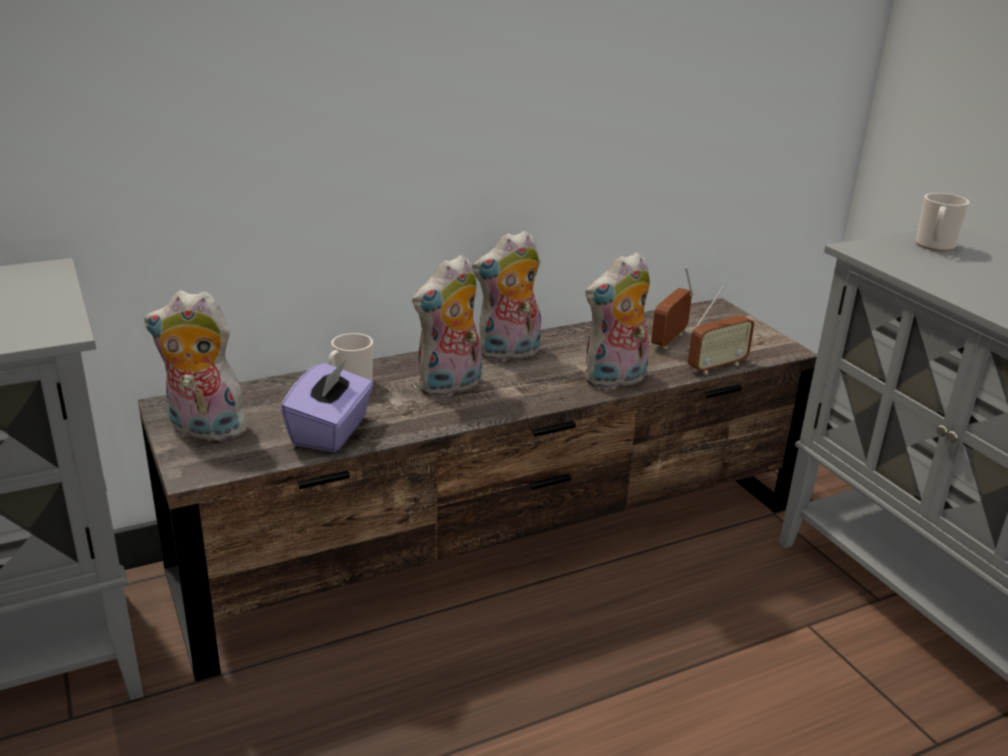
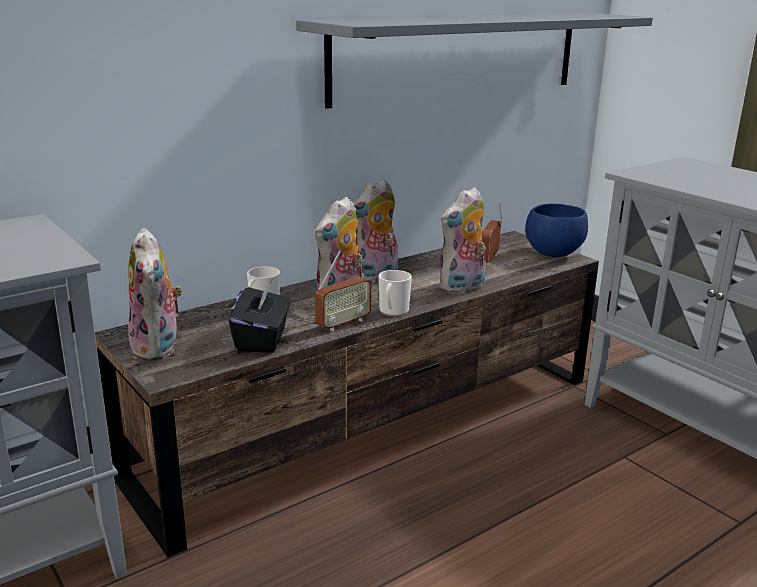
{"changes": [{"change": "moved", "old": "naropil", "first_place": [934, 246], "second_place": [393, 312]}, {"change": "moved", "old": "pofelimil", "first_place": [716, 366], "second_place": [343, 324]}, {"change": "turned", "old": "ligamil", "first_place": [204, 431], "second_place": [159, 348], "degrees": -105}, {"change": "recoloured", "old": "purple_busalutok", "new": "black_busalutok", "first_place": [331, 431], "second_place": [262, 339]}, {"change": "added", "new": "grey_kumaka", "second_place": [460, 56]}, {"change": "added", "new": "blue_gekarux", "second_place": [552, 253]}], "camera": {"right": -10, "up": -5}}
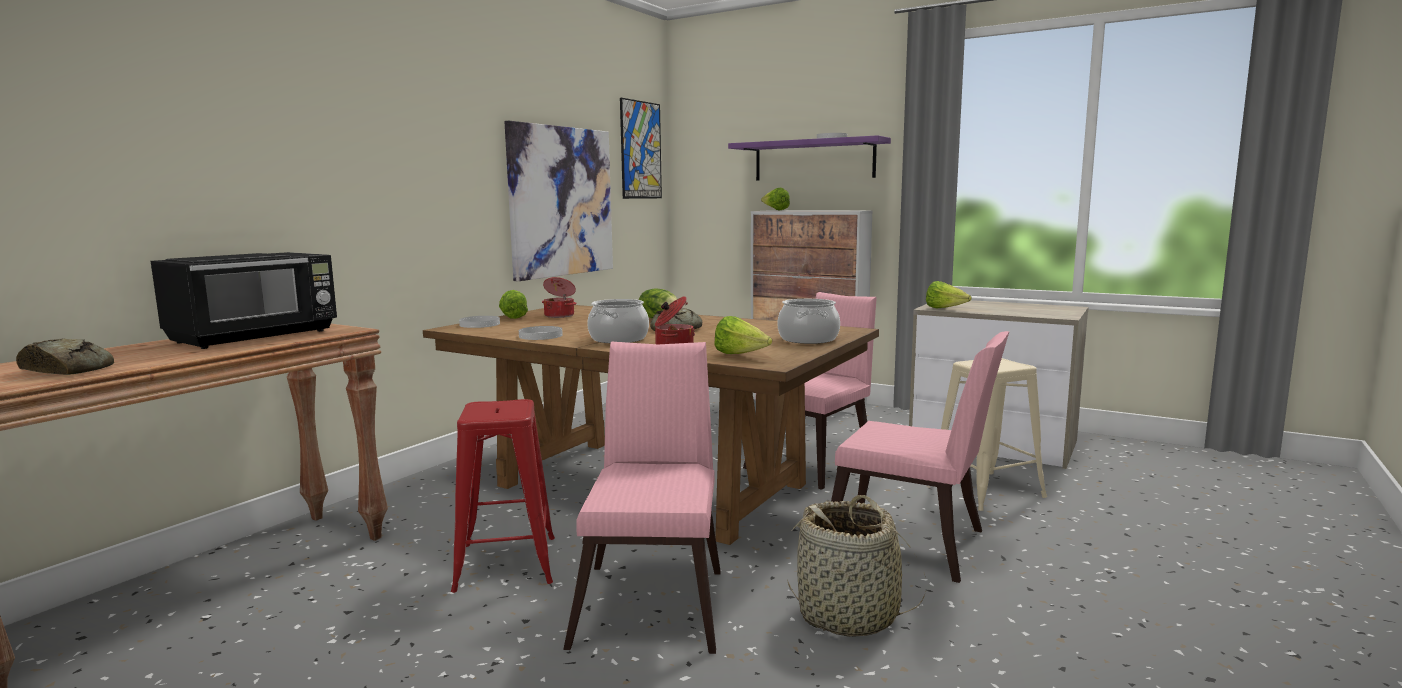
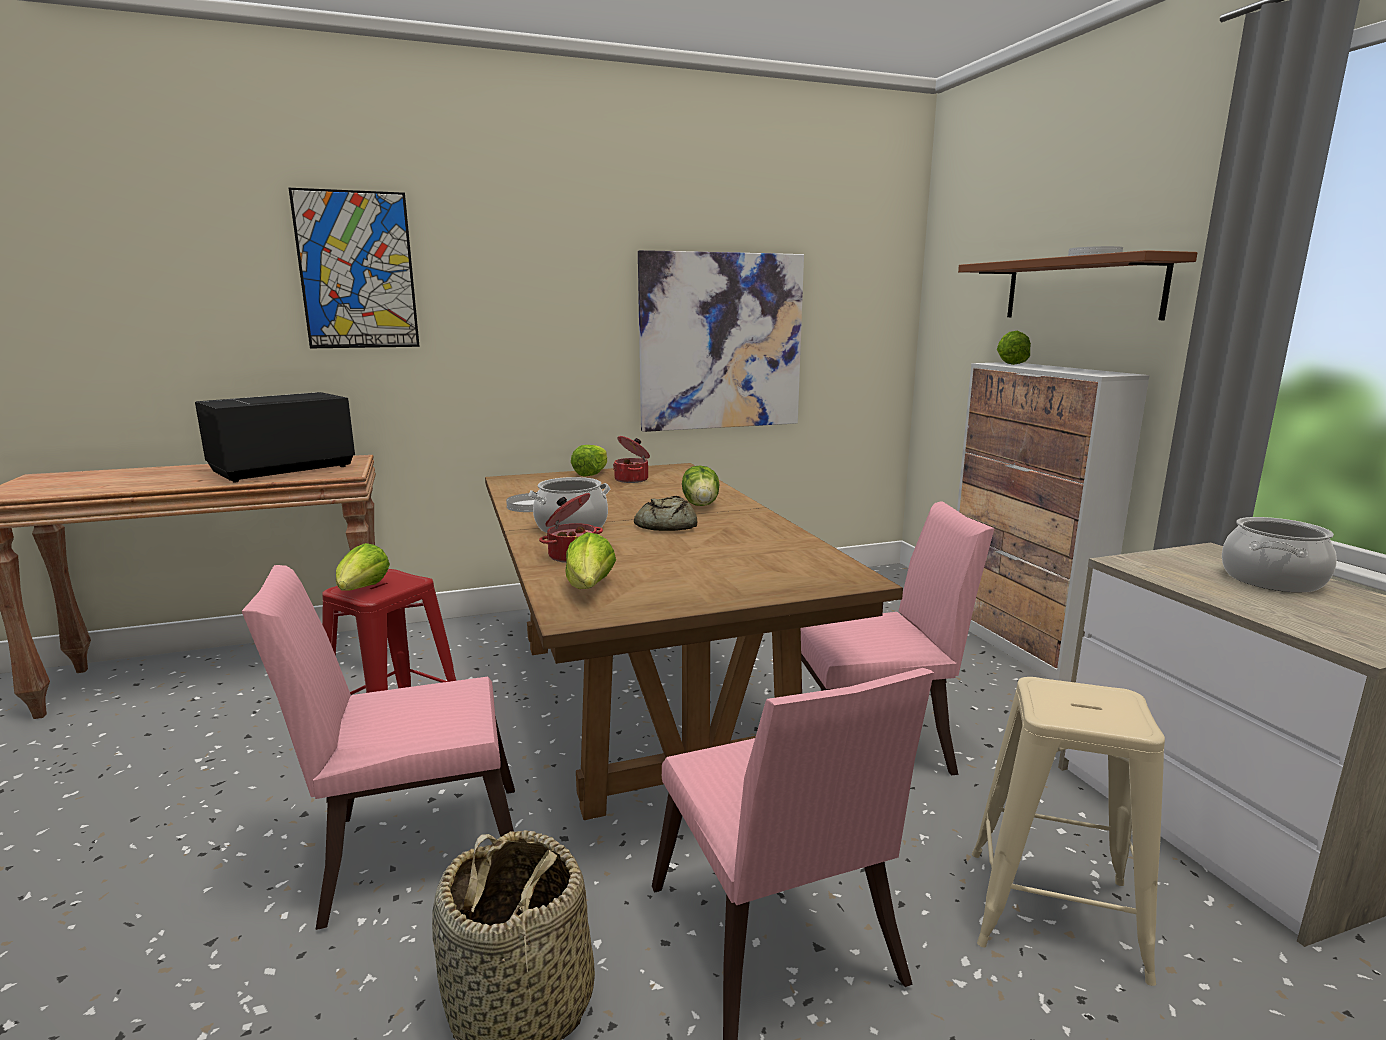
{"changes": [{"change": "moved", "old": "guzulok", "first_place": [641, 150], "second_place": [357, 271]}, {"change": "recoloured", "old": "purple_kumaka", "new": "brown_kumaka", "first_place": [814, 160], "second_place": [1081, 289]}, {"change": "turned", "old": "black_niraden", "first_place": [256, 336], "second_place": [281, 470], "degrees": 150}, {"change": "moved", "old": "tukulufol", "first_place": [945, 309], "second_place": [362, 590]}, {"change": "moved", "old": "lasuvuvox", "first_place": [807, 339], "second_place": [1271, 580]}, {"change": "removed", "old": "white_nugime", "first_place": [480, 324]}, {"change": "removed", "old": "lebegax", "first_place": [68, 369]}, {"change": "turned", "old": "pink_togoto", "first_place": [654, 600], "second_place": [411, 852], "degrees": -150}], "camera": {"right": 40, "up": 5}}
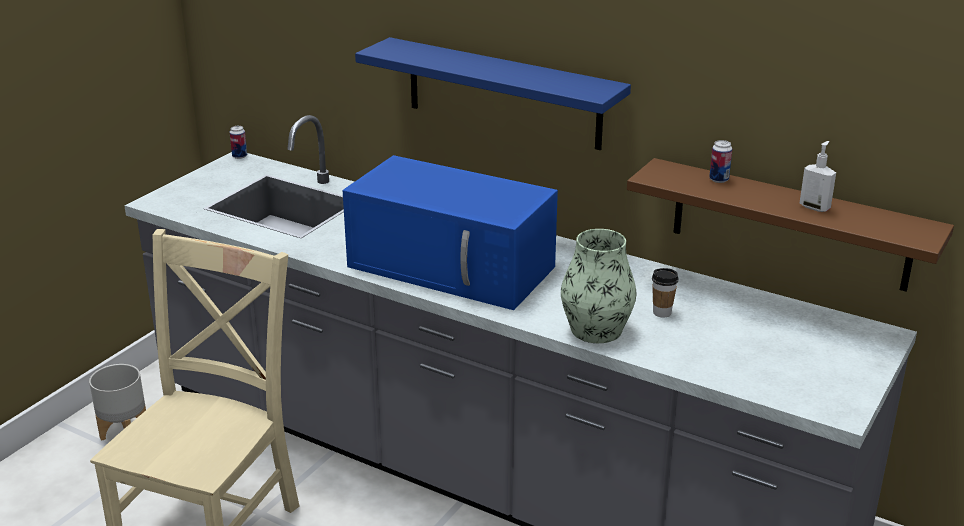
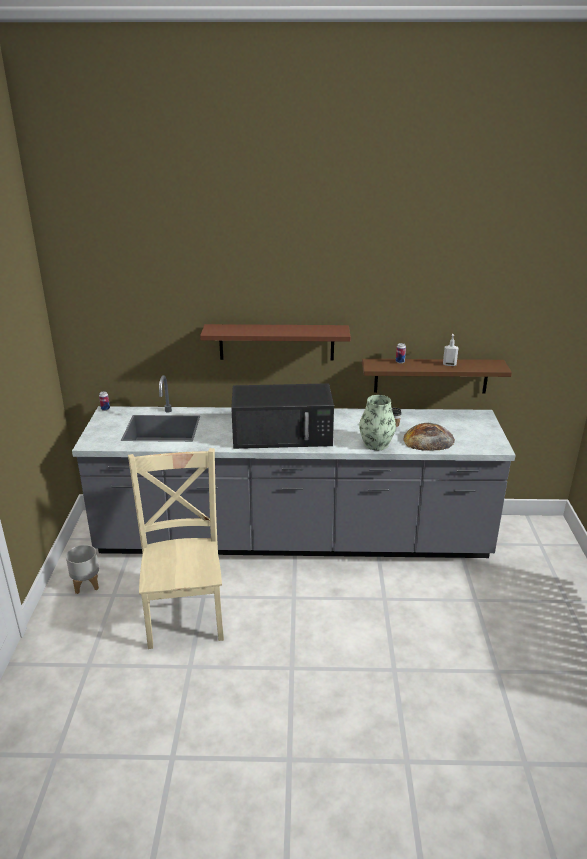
{"changes": [{"change": "recoloured", "old": "blue_kumaka", "new": "brown_kumaka", "first_place": [503, 93], "second_place": [276, 342]}, {"change": "recoloured", "old": "blue_niraden", "new": "black_niraden", "first_place": [454, 267], "second_place": [284, 434]}, {"change": "added", "new": "lebegax", "second_place": [428, 440]}], "camera": {"right": -30, "up": 0}}
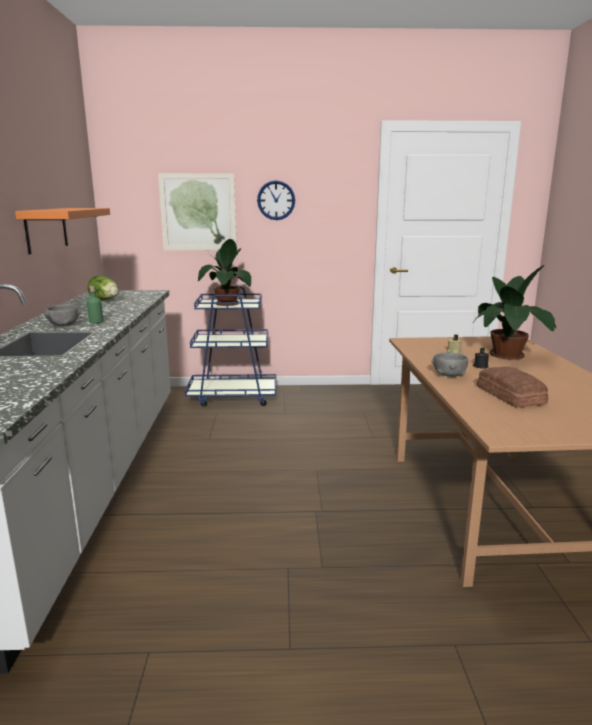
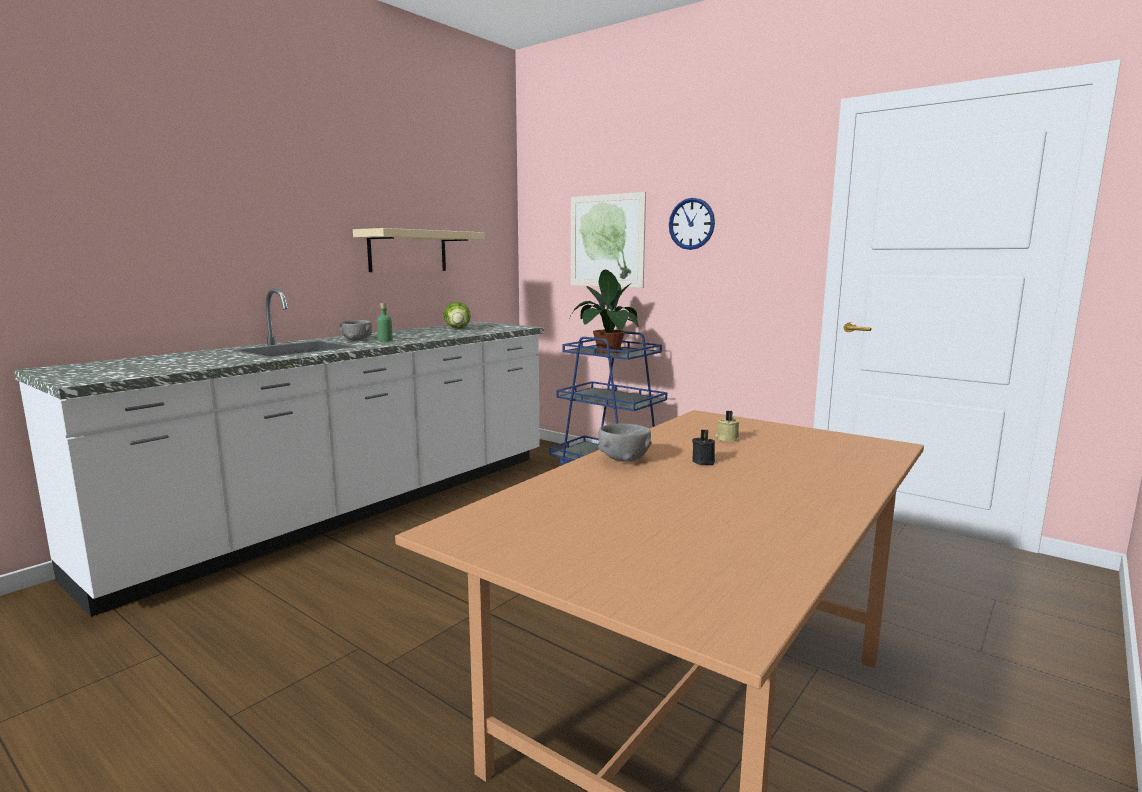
{"changes": [{"change": "recoloured", "old": "orange_kumaka", "new": "beige_kumaka", "first_place": [46, 229], "second_place": [408, 251]}, {"change": "removed", "old": "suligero", "first_place": [509, 355]}, {"change": "removed", "old": "lebegax", "first_place": [509, 395]}], "camera": {"right": 40, "up": -5}}
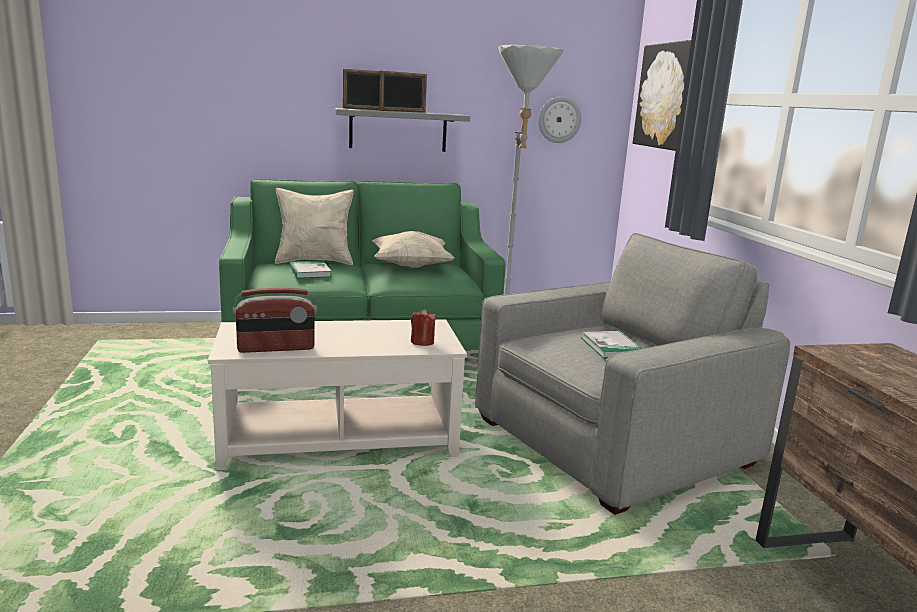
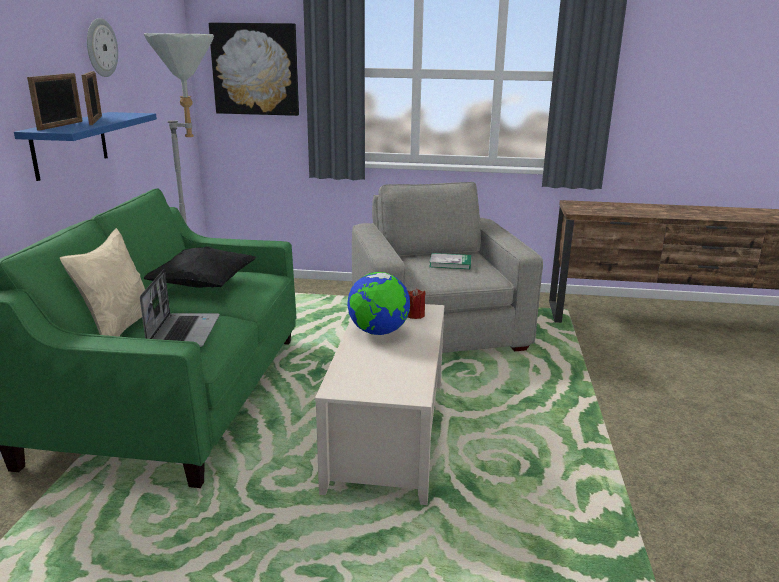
{"changes": [{"change": "moved", "old": "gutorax", "first_place": [559, 119], "second_place": [101, 47]}, {"change": "recoloured", "old": "grey_kumaka", "new": "blue_kumaka", "first_place": [398, 130], "second_place": [70, 144]}, {"change": "recoloured", "old": "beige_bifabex", "new": "black_bifabex", "first_place": [411, 266], "second_place": [203, 285]}, {"change": "replaced", "old": "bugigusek", "new": "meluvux", "first_place": [310, 272], "second_place": [183, 332]}, {"change": "removed", "old": "pofelimil", "first_place": [276, 348]}, {"change": "added", "new": "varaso", "second_place": [378, 332]}], "camera": {"right": -70, "up": 5}}
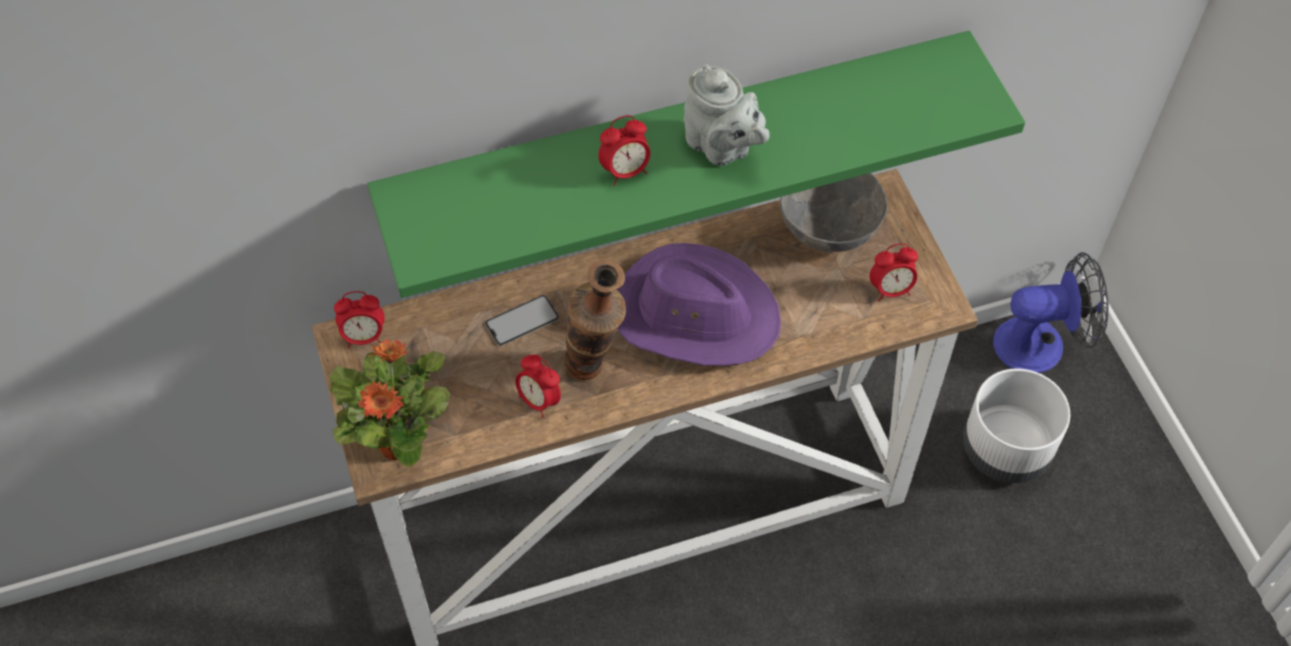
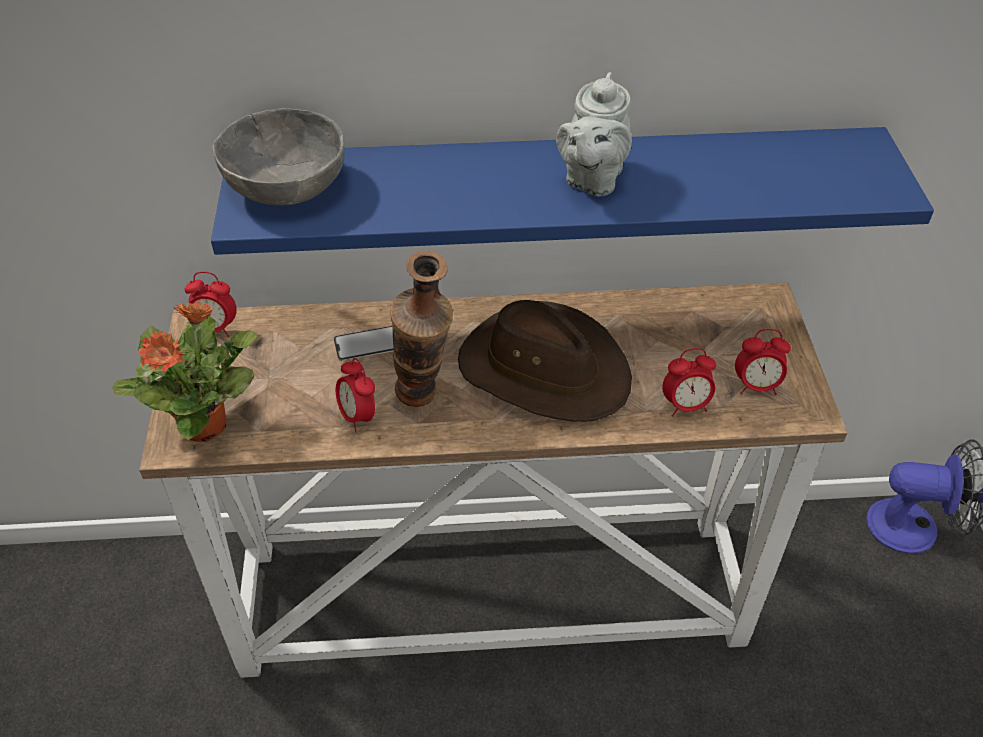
{"changes": [{"change": "recoloured", "old": "green_kumaka", "new": "blue_kumaka", "first_place": [678, 140], "second_place": [558, 187]}, {"change": "turned", "old": "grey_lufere", "first_place": [721, 147], "second_place": [592, 179], "degrees": 45}, {"change": "moved", "old": "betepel", "first_place": [625, 171], "second_place": [685, 406]}, {"change": "moved", "old": "grey_gekarux", "first_place": [828, 226], "second_place": [286, 186]}, {"change": "recoloured", "old": "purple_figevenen", "new": "brown_figevenen", "first_place": [695, 313], "second_place": [544, 369]}, {"change": "removed", "old": "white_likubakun", "first_place": [1006, 449]}], "camera": {"right": 15, "up": -10}}
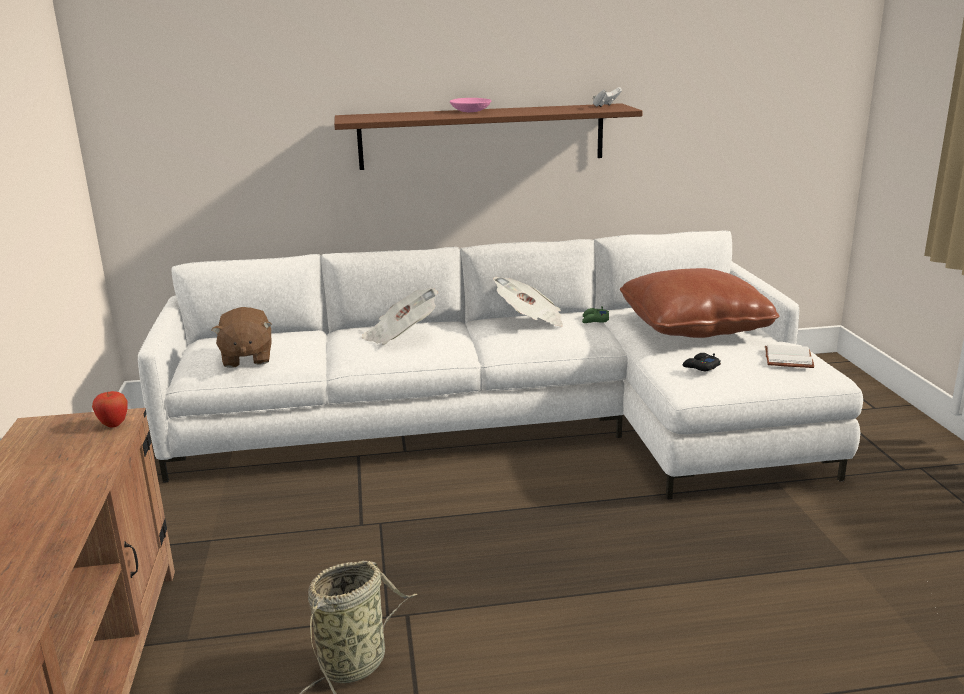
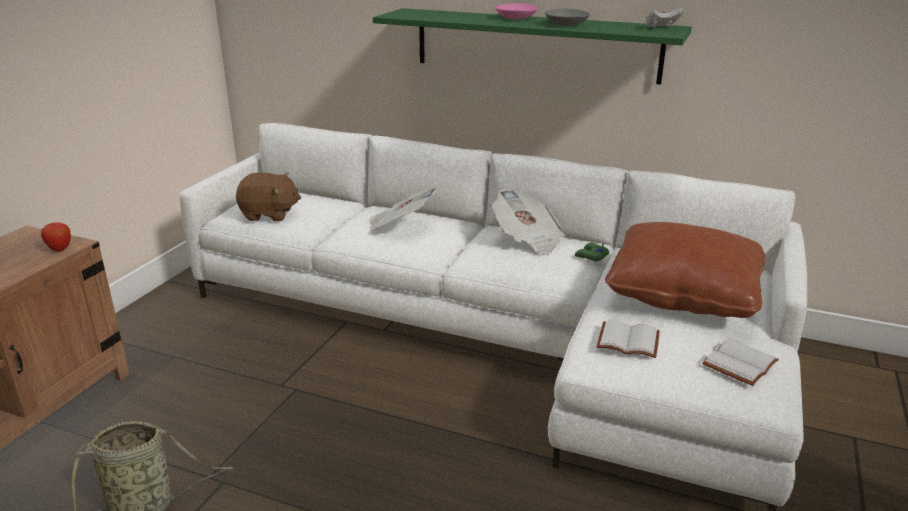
{"changes": [{"change": "recoloured", "old": "brown_kumaka", "new": "green_kumaka", "first_place": [482, 136], "second_place": [535, 45]}, {"change": "turned", "old": "brown_ligamil", "first_place": [246, 358], "second_place": [269, 214], "degrees": -105}, {"change": "replaced", "old": "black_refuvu", "new": "white_bugigusek", "first_place": [700, 367], "second_place": [627, 342]}, {"change": "added", "new": "grey_gekarux", "second_place": [566, 24]}], "camera": {"right": 30, "up": 5}}
